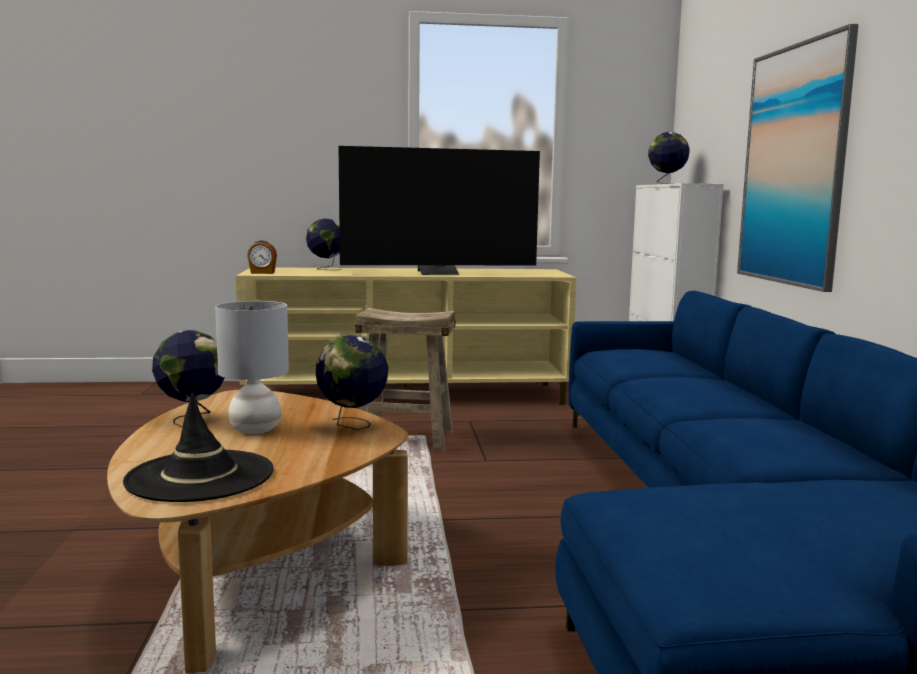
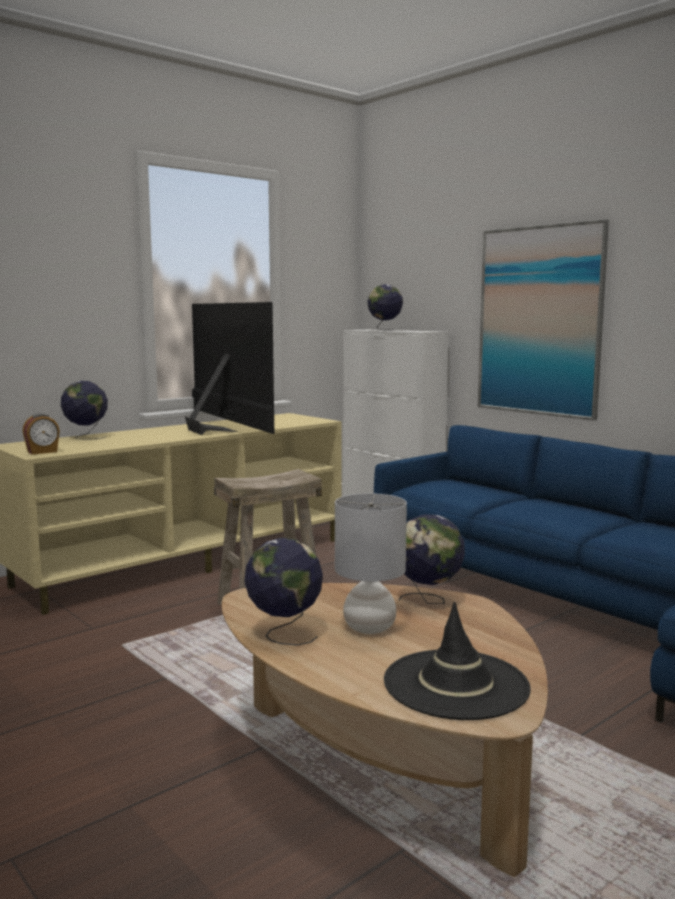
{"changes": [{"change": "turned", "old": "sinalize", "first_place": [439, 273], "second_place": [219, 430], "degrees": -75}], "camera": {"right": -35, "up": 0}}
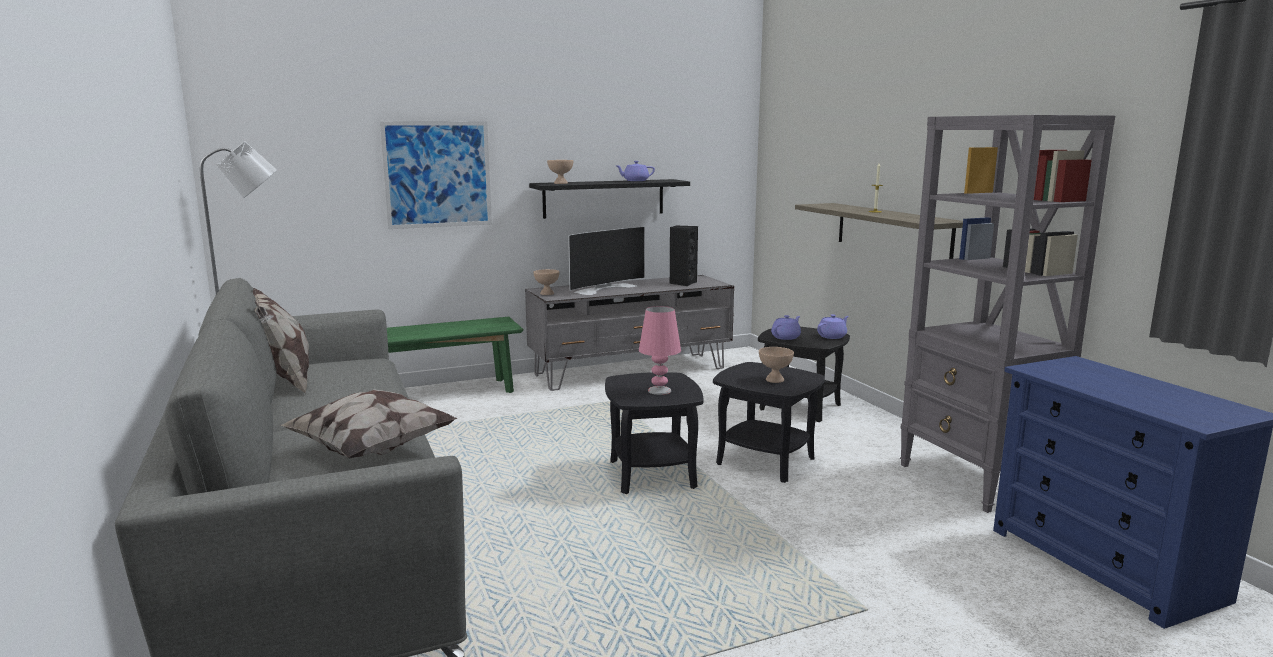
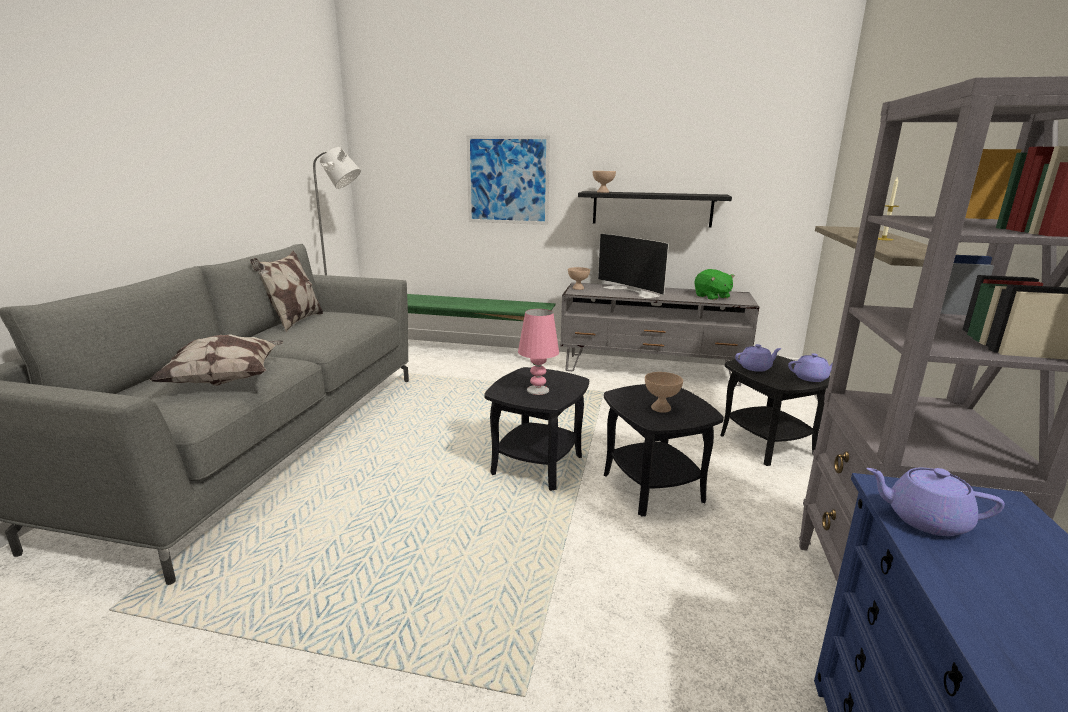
{"changes": [{"change": "moved", "old": "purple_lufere", "first_place": [635, 181], "second_place": [924, 520]}, {"change": "replaced", "old": "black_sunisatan", "new": "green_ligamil", "first_place": [682, 283], "second_place": [712, 297]}, {"change": "turned", "old": "sinalize", "first_place": [604, 288], "second_place": [633, 291], "degrees": 60}], "camera": {"right": 35, "up": 5}}
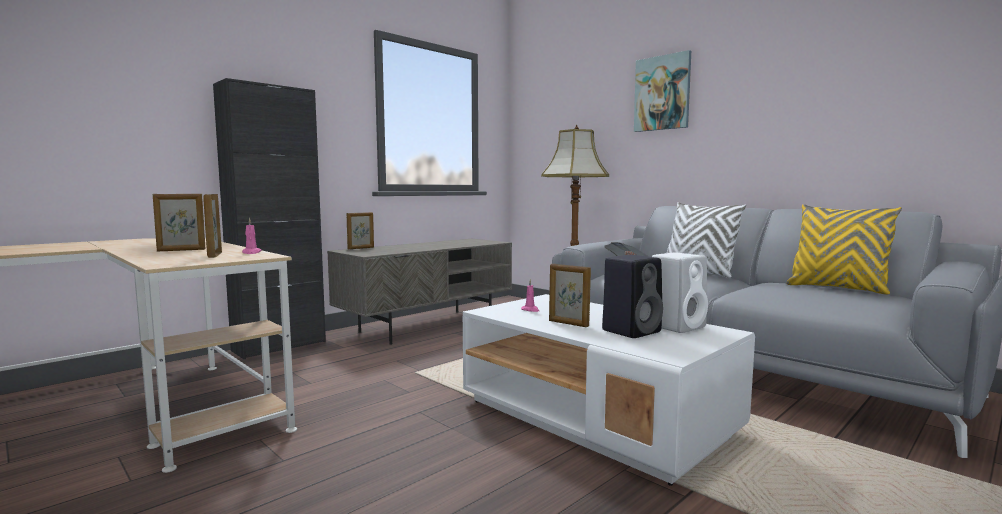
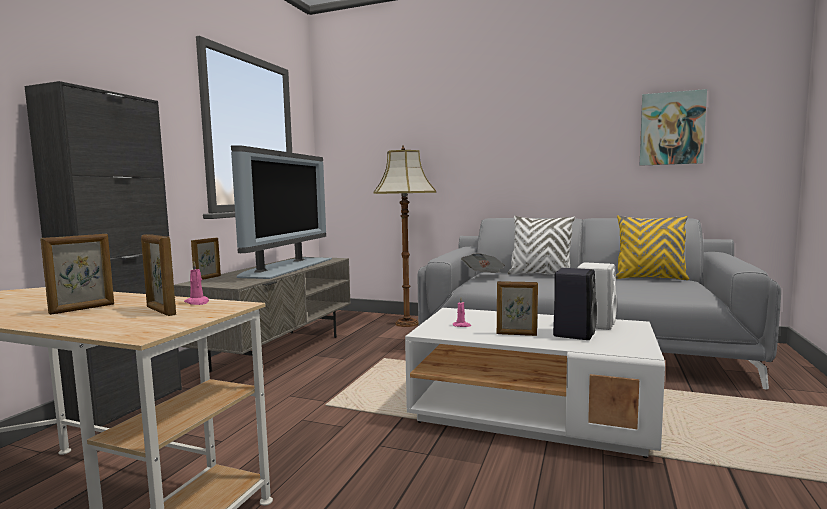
{"changes": [{"change": "moved", "old": "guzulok", "first_place": [662, 93], "second_place": [671, 128]}, {"change": "added", "new": "sinalize", "second_place": [285, 267]}], "camera": {"right": -25, "up": 0}}
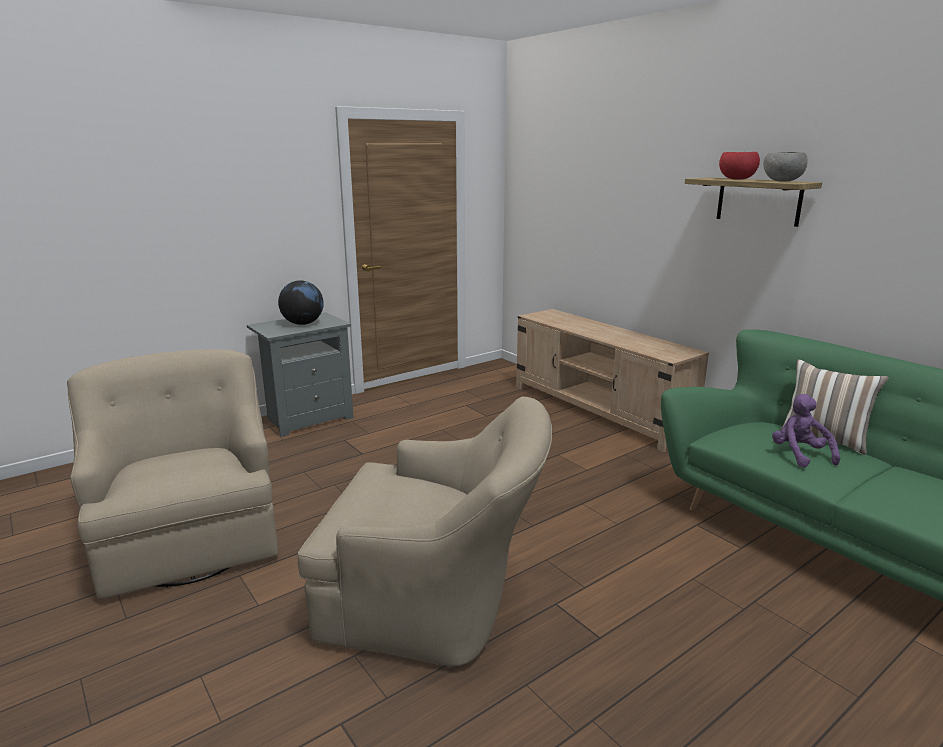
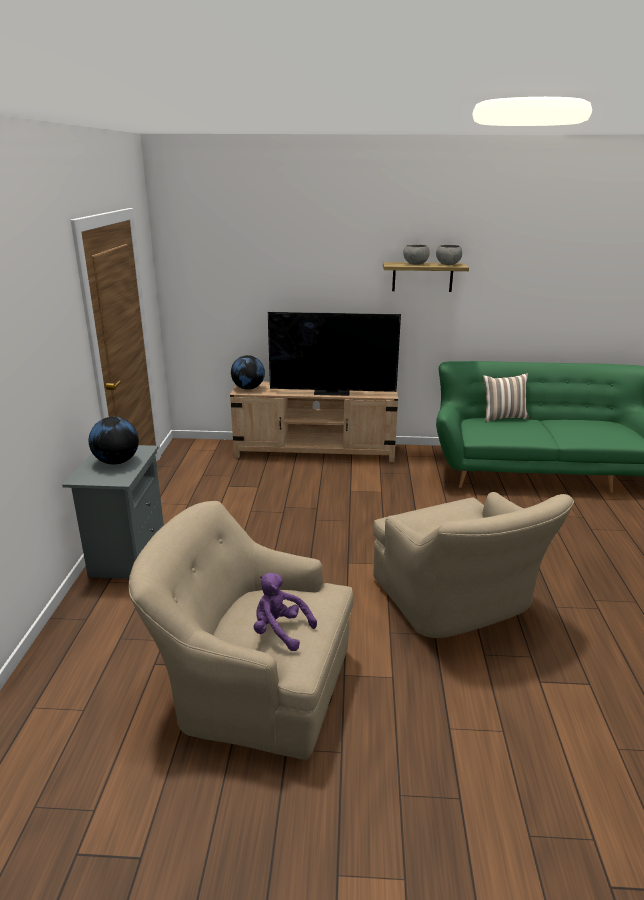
{"changes": [{"change": "recoloured", "old": "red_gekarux", "new": "grey_gekarux", "first_place": [736, 179], "second_place": [415, 264]}, {"change": "moved", "old": "purple_ligamil", "first_place": [799, 455], "second_place": [280, 631]}, {"change": "turned", "old": "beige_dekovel", "first_place": [437, 599], "second_place": [458, 602], "degrees": 105}, {"change": "added", "new": "sinalize", "second_place": [332, 392]}, {"change": "added", "new": "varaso", "second_place": [248, 388]}], "camera": {"right": -50, "up": 5}}
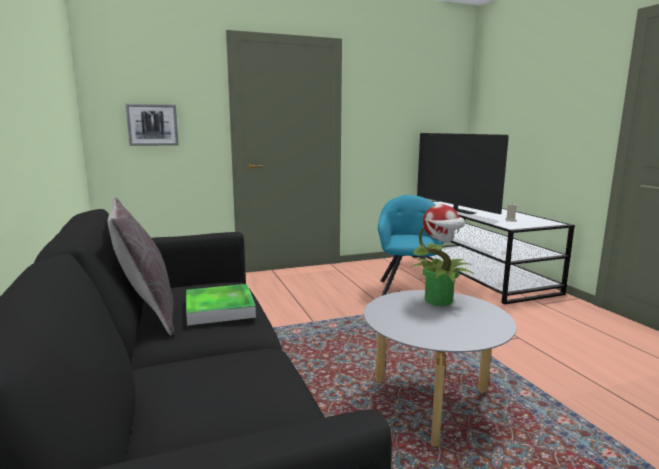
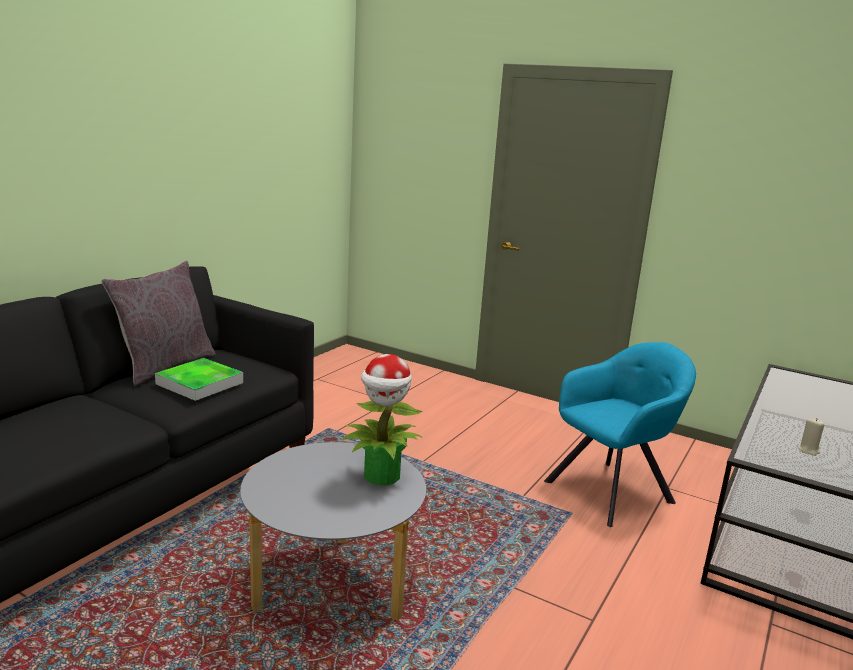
{"changes": [{"change": "removed", "old": "guzulok", "first_place": [152, 125]}, {"change": "removed", "old": "sinalize", "first_place": [455, 210]}], "camera": {"right": 50, "up": 5}}
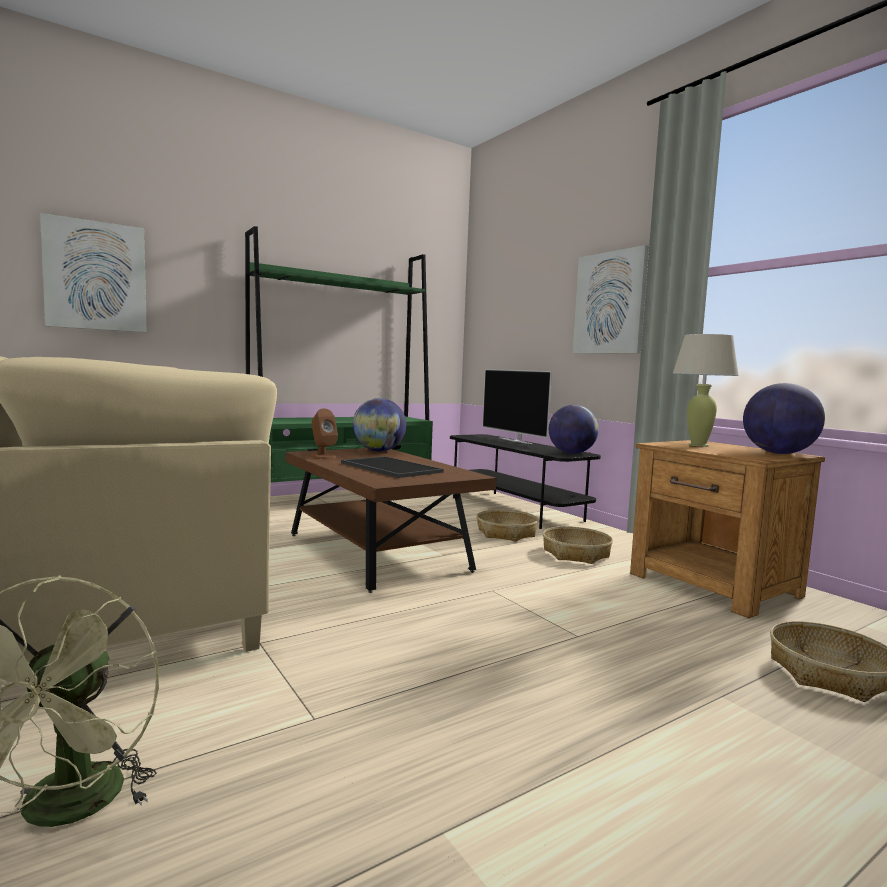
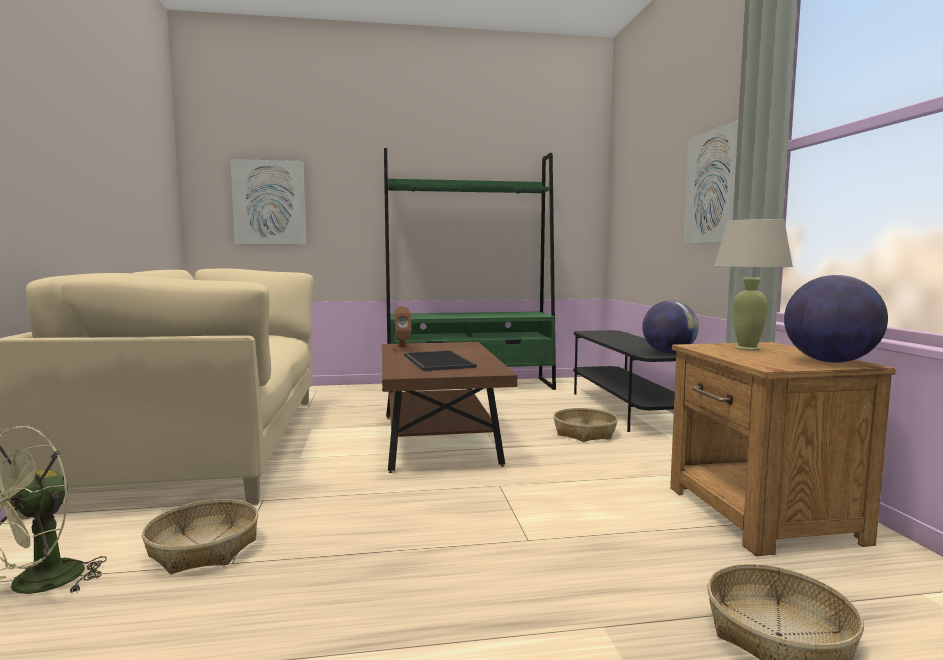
{"changes": [{"change": "removed", "old": "sinalize", "first_place": [515, 441]}, {"change": "removed", "old": "varaso", "first_place": [379, 451]}, {"change": "moved", "old": "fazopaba", "first_place": [576, 554], "second_place": [204, 548]}], "camera": {"right": 25, "up": 0}}
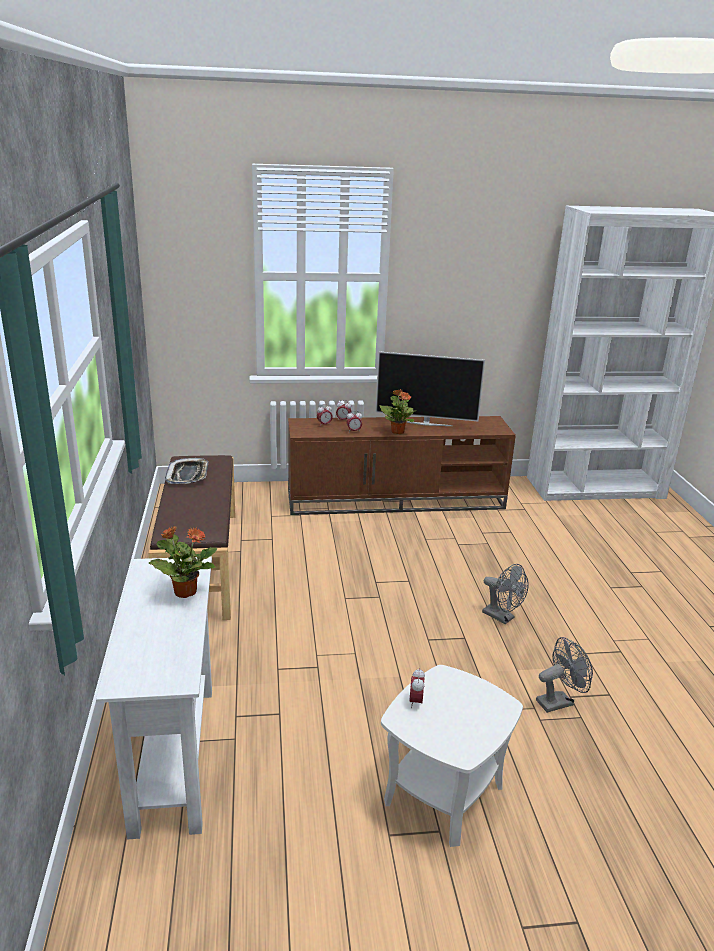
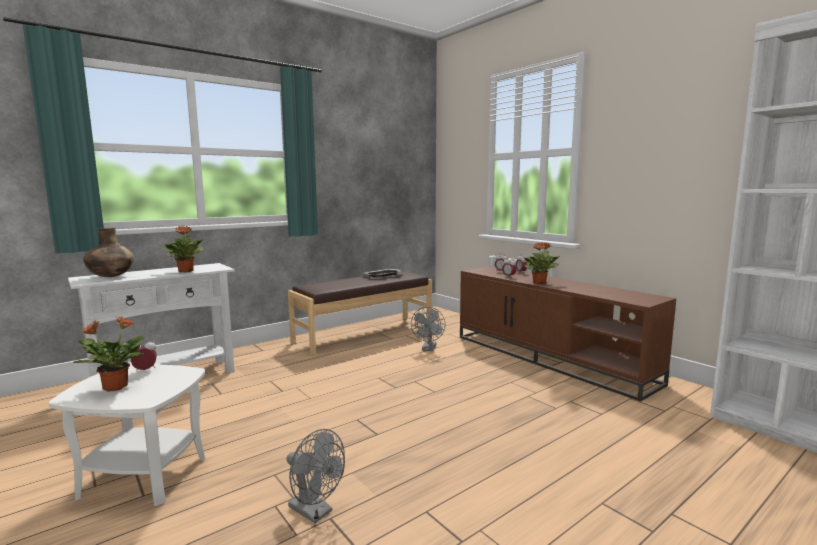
{"changes": [{"change": "removed", "old": "sinalize", "first_place": [426, 423]}, {"change": "moved", "old": "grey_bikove", "first_place": [502, 617], "second_place": [428, 349]}, {"change": "added", "new": "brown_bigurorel", "second_place": [111, 276]}, {"change": "added", "new": "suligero", "second_place": [114, 387]}], "camera": {"right": 60, "up": -15}}
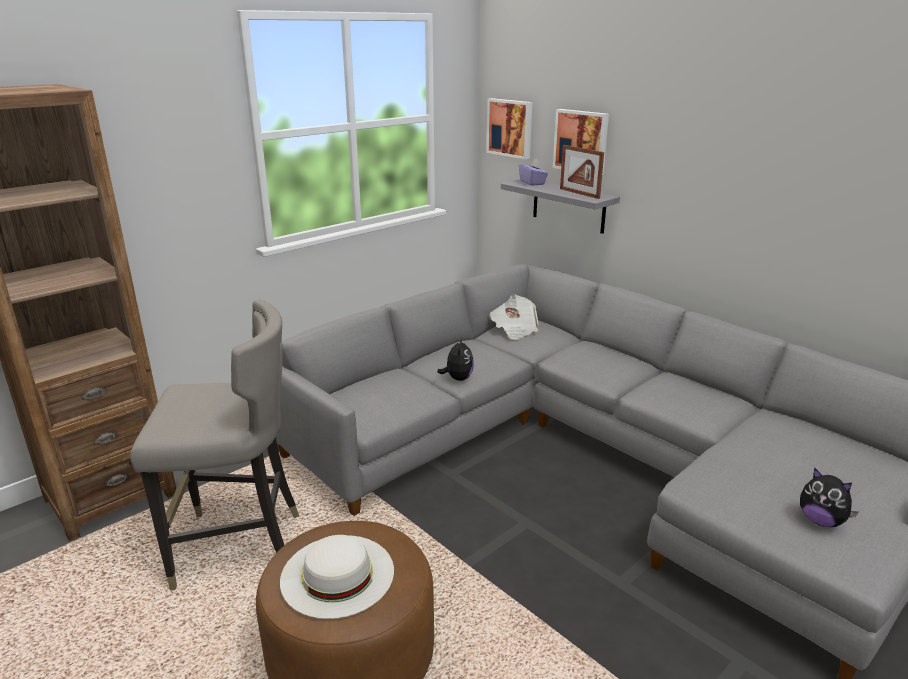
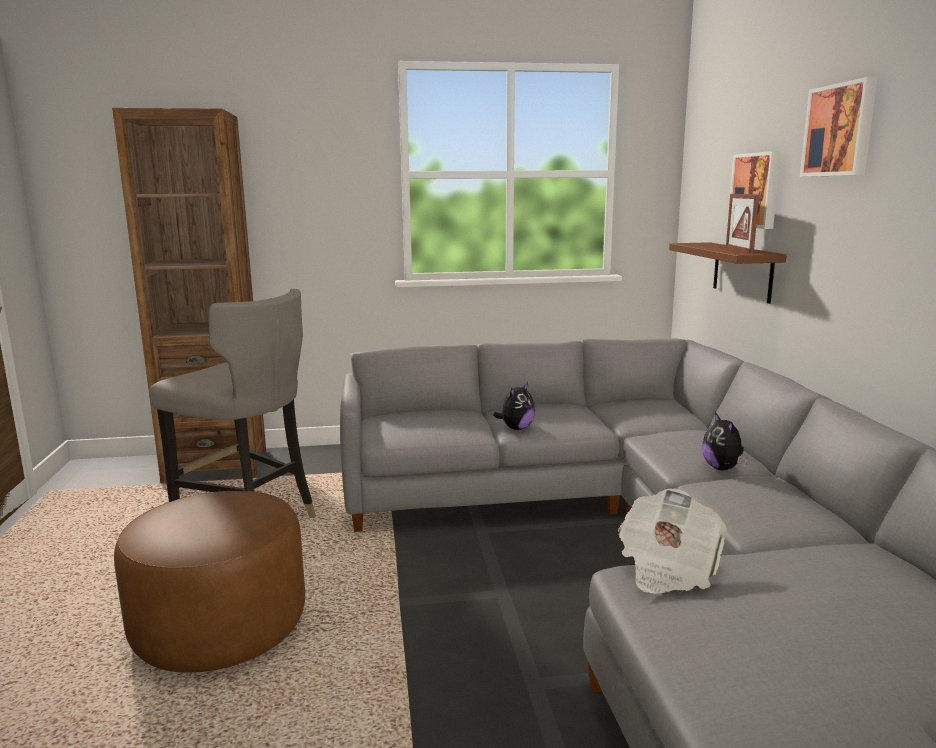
{"changes": [{"change": "moved", "old": "guzulok", "first_place": [510, 128], "second_place": [840, 130]}, {"change": "removed", "old": "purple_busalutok", "first_place": [532, 183]}, {"change": "recoloured", "old": "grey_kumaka", "new": "brown_kumaka", "first_place": [568, 205], "second_place": [742, 271]}, {"change": "moved", "old": "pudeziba", "first_place": [513, 329], "second_place": [667, 568]}, {"change": "moved", "old": "ligamil", "first_place": [821, 521], "second_place": [722, 468]}, {"change": "removed", "old": "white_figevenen", "first_place": [337, 575]}], "camera": {"right": 35, "up": -10}}
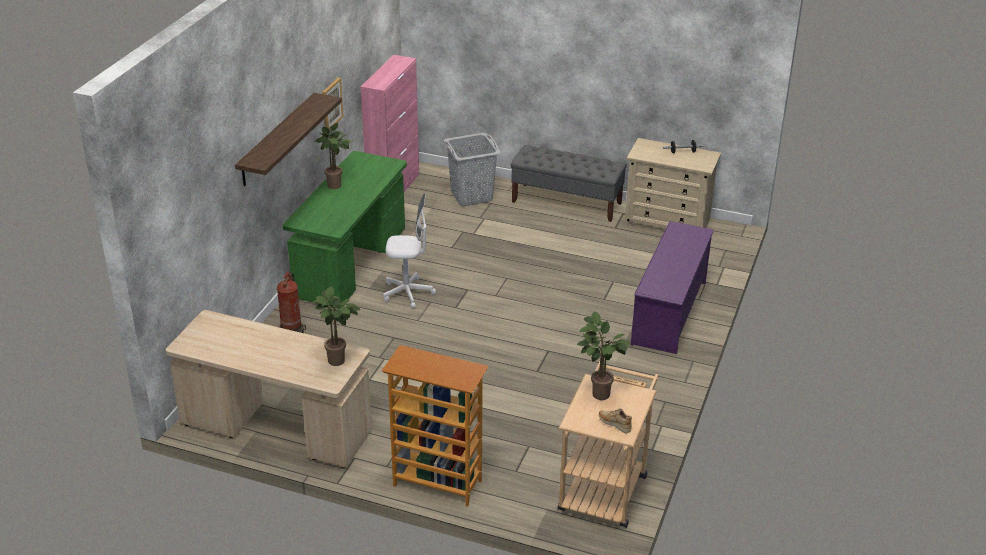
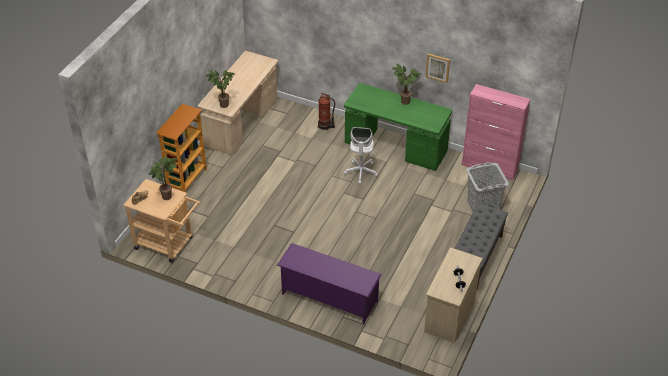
{"changes": [{"change": "removed", "old": "kumaka", "first_place": [277, 139]}], "camera": {"right": 95, "up": 10}}
